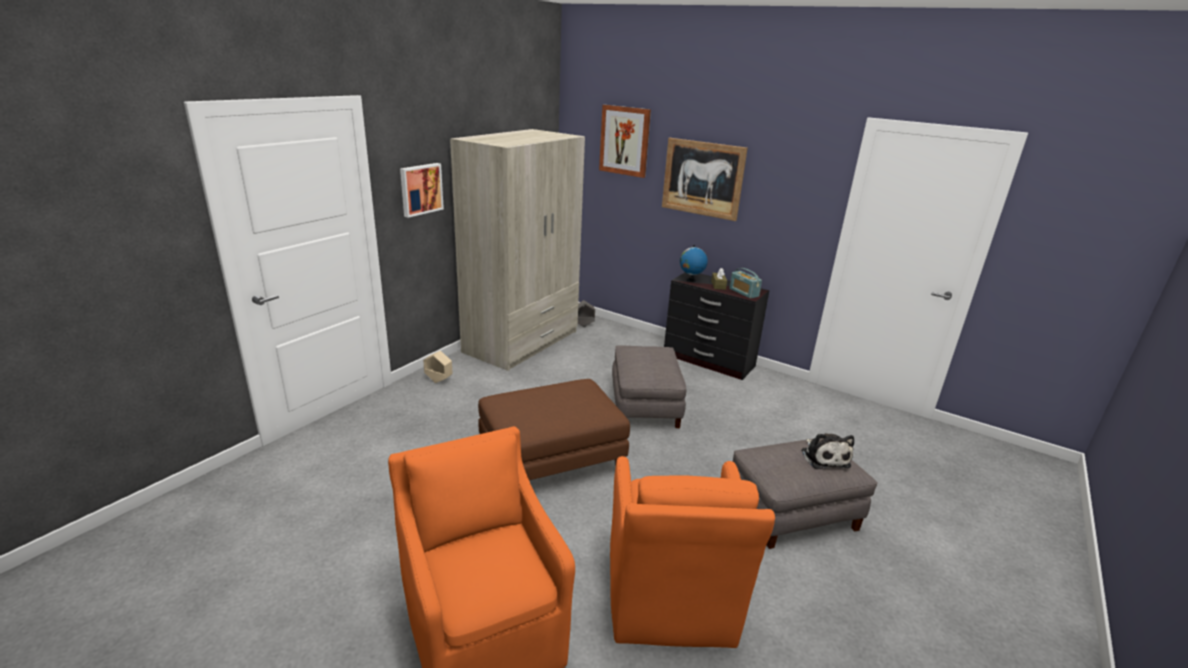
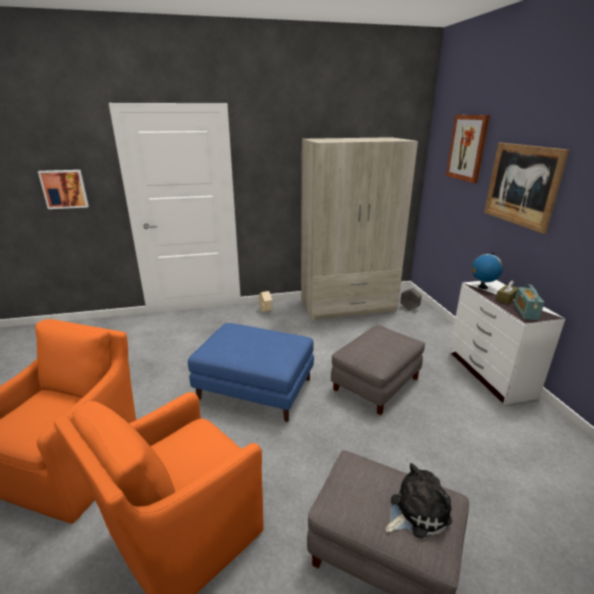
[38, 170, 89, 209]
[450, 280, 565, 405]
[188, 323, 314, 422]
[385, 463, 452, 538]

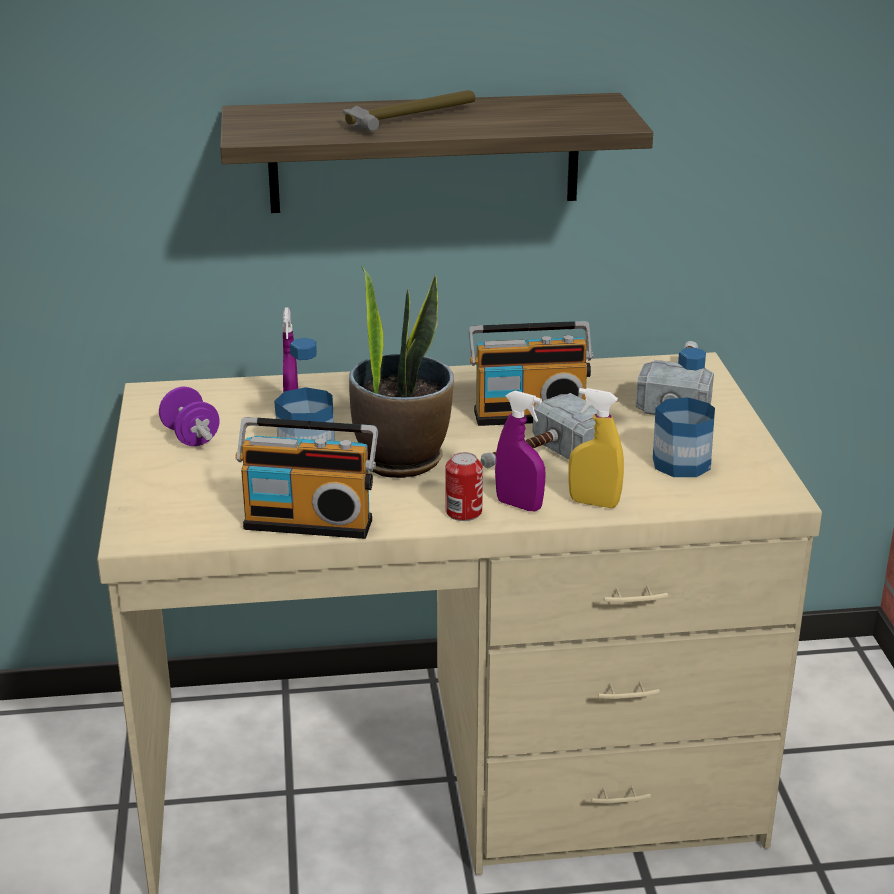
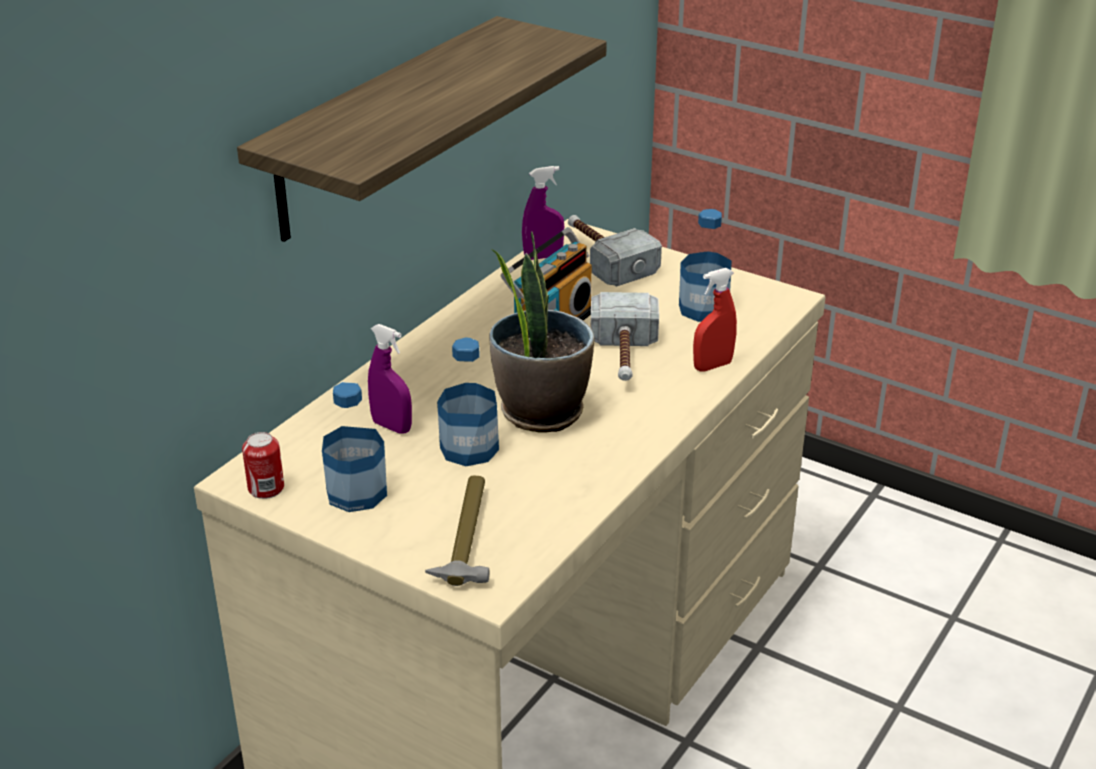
[425, 476, 489, 586]
[322, 382, 387, 512]
[693, 268, 737, 372]
[522, 166, 564, 260]
[235, 417, 378, 539] (first image)
[242, 432, 284, 499]

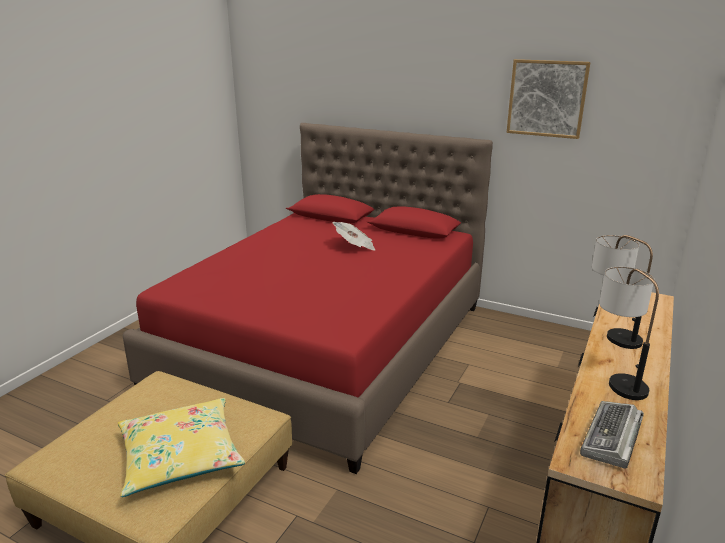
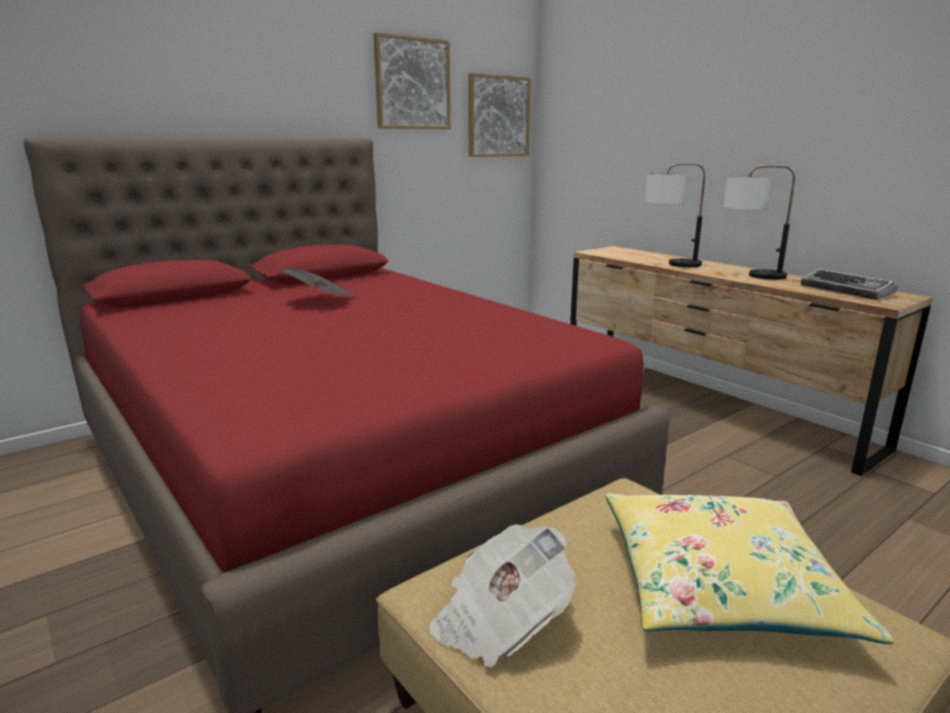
[468, 73, 531, 157]
[429, 524, 576, 667]

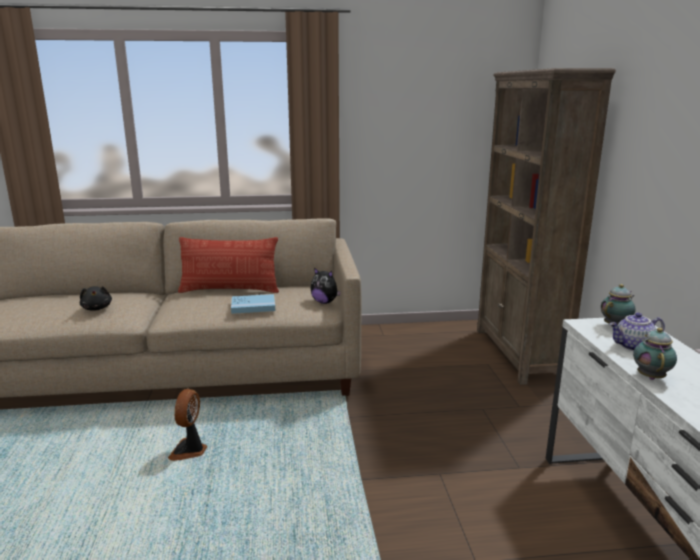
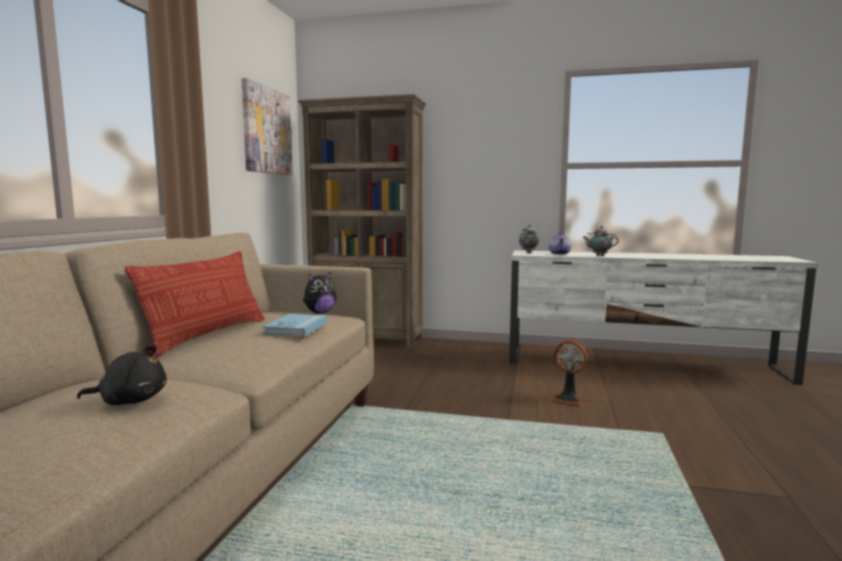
[549, 340, 588, 407]
[242, 78, 293, 175]

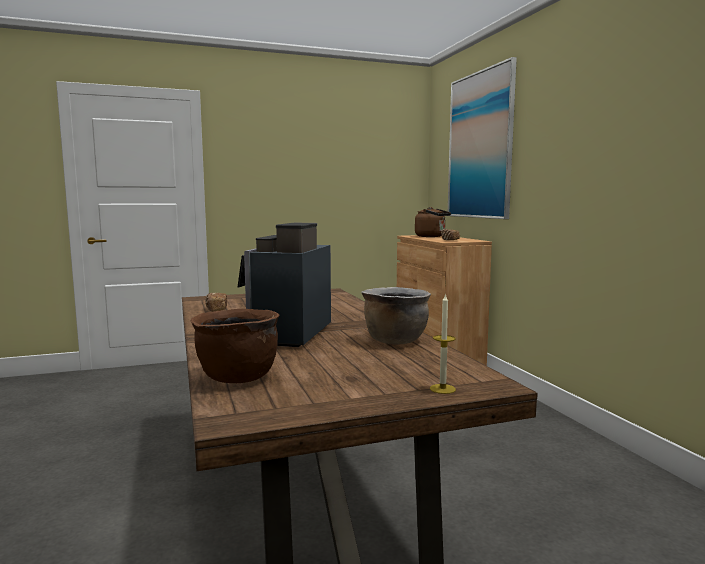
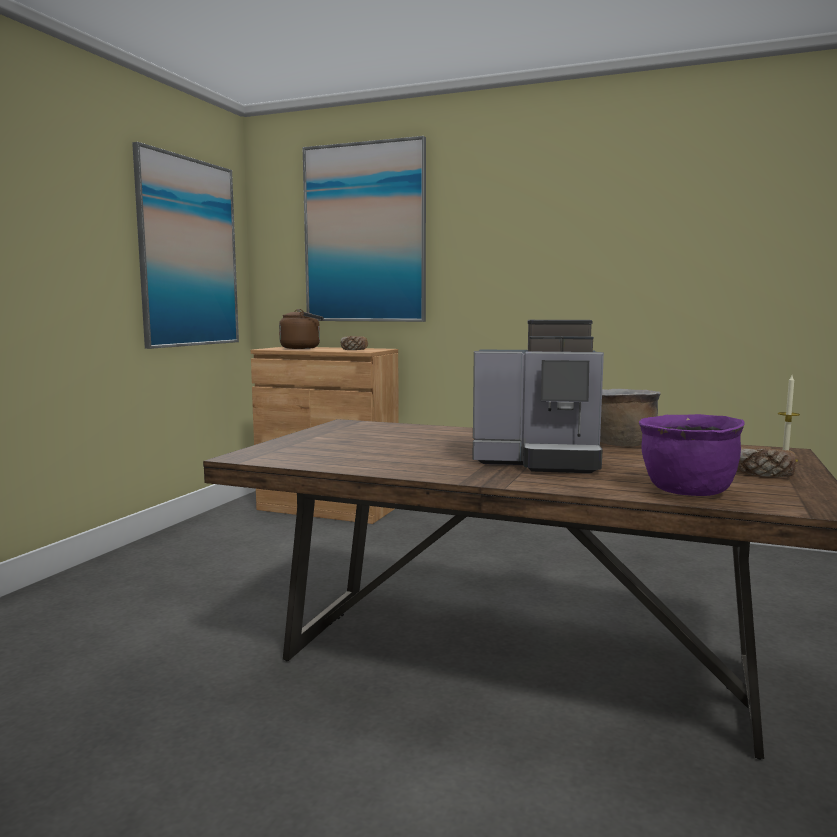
[472, 320, 604, 473]
[737, 447, 796, 477]
[639, 414, 745, 496]
[132, 142, 239, 349]

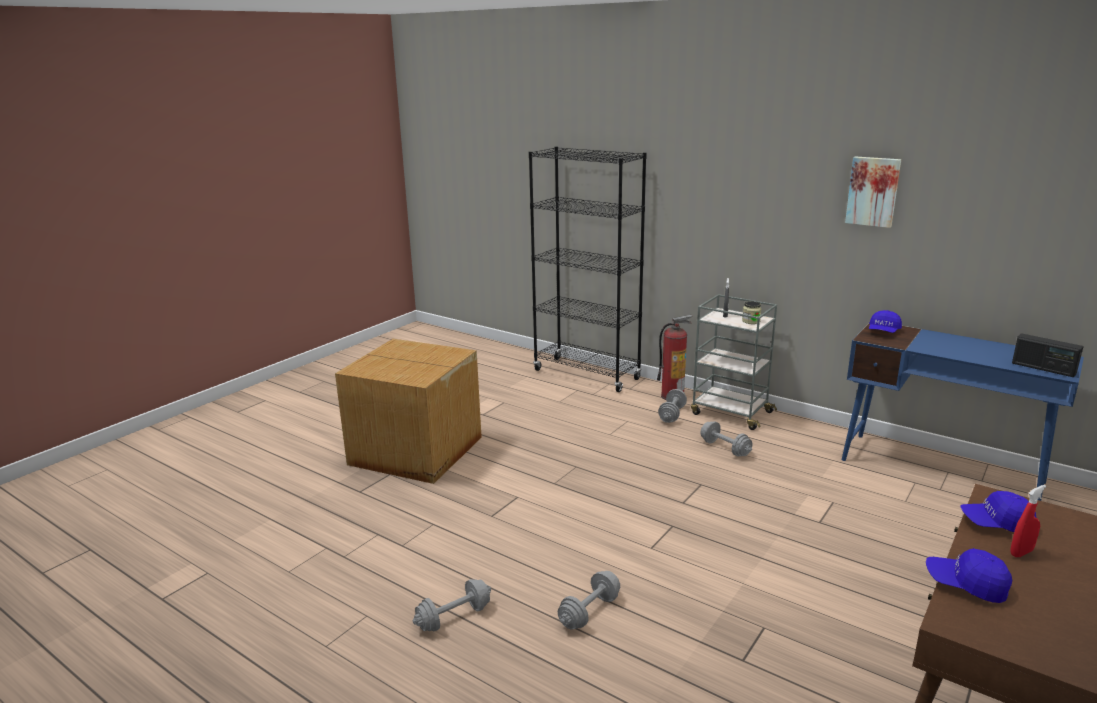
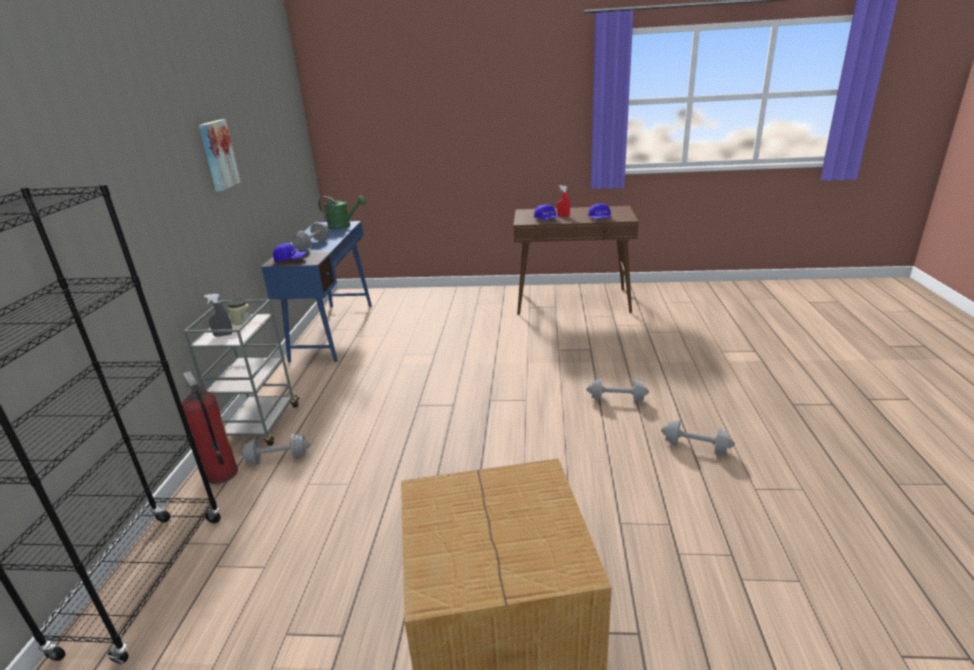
[319, 196, 366, 229]
[292, 222, 329, 250]

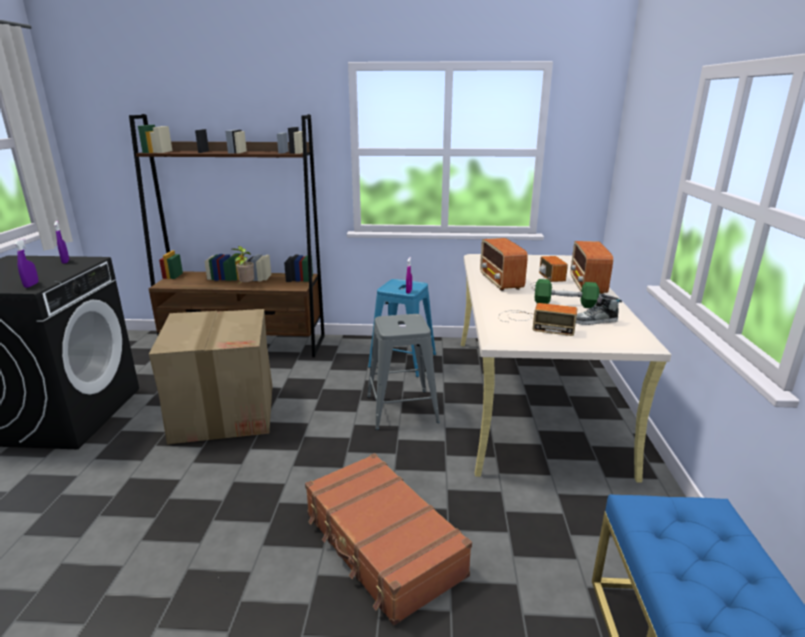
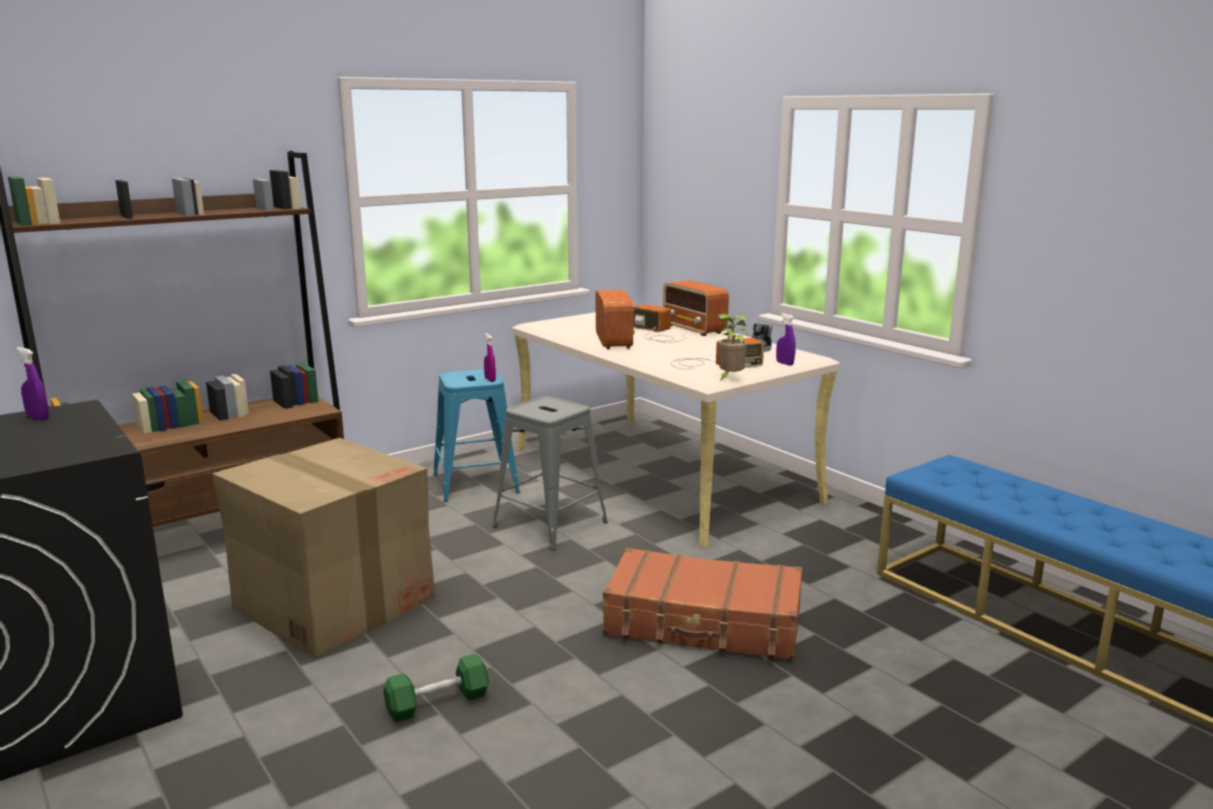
[596, 290, 635, 349]
[776, 313, 796, 366]
[717, 314, 748, 381]
[383, 654, 489, 722]

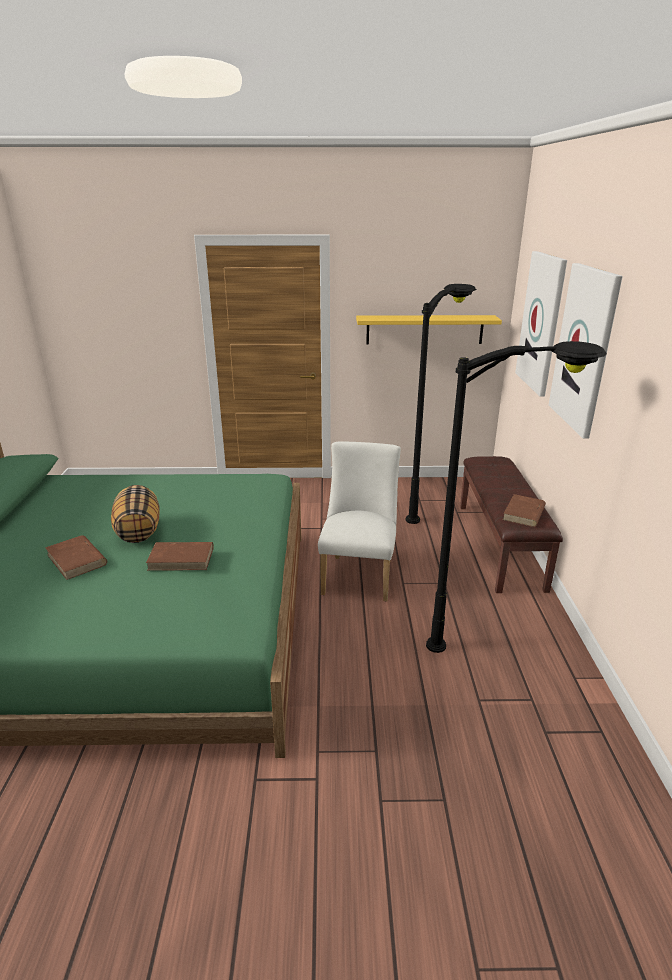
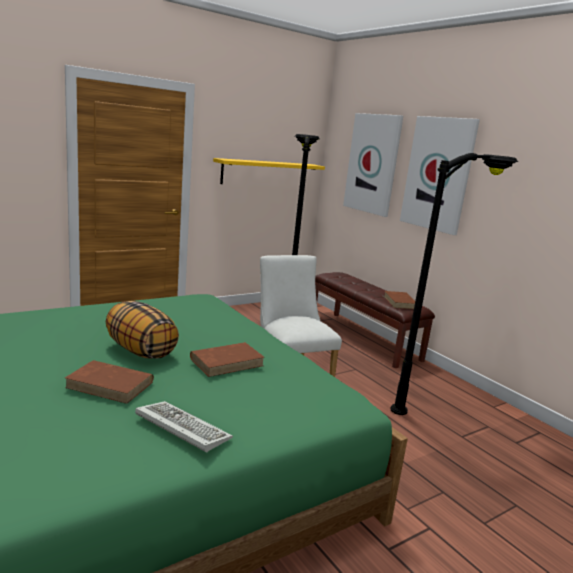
[135, 401, 233, 453]

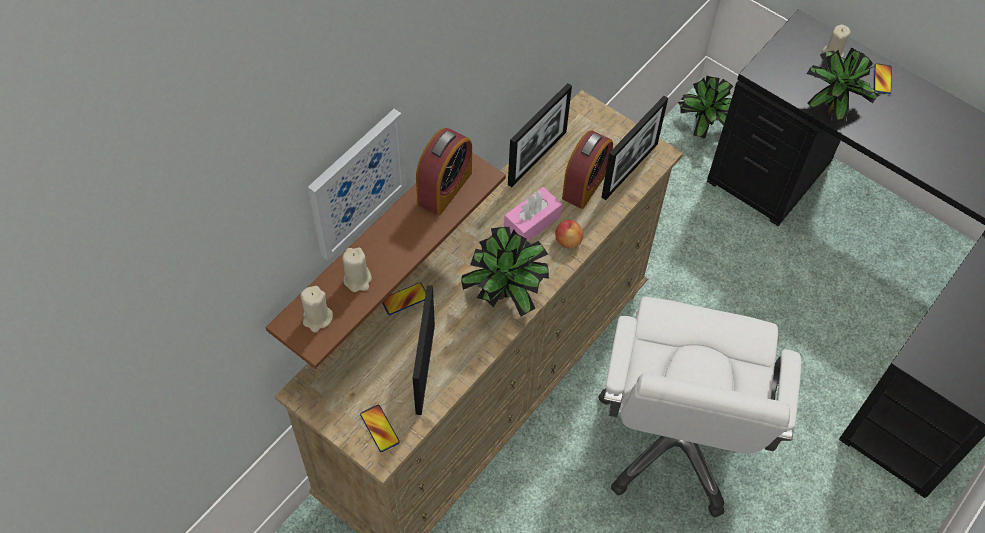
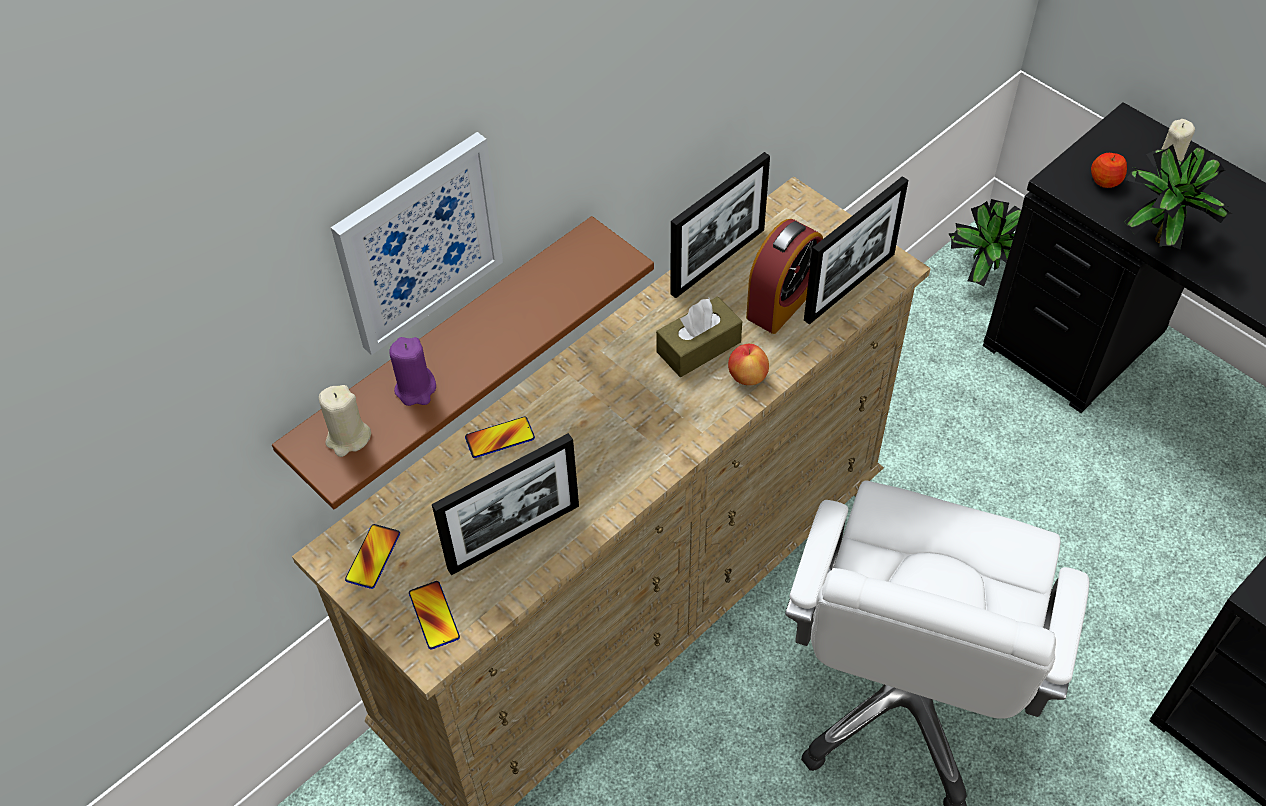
[345, 524, 400, 589]
[416, 128, 472, 216] (first image)
[656, 297, 742, 377]
[461, 227, 549, 317] (first image)
[389, 337, 436, 406]
[432, 433, 579, 575]
[1091, 153, 1127, 188]

